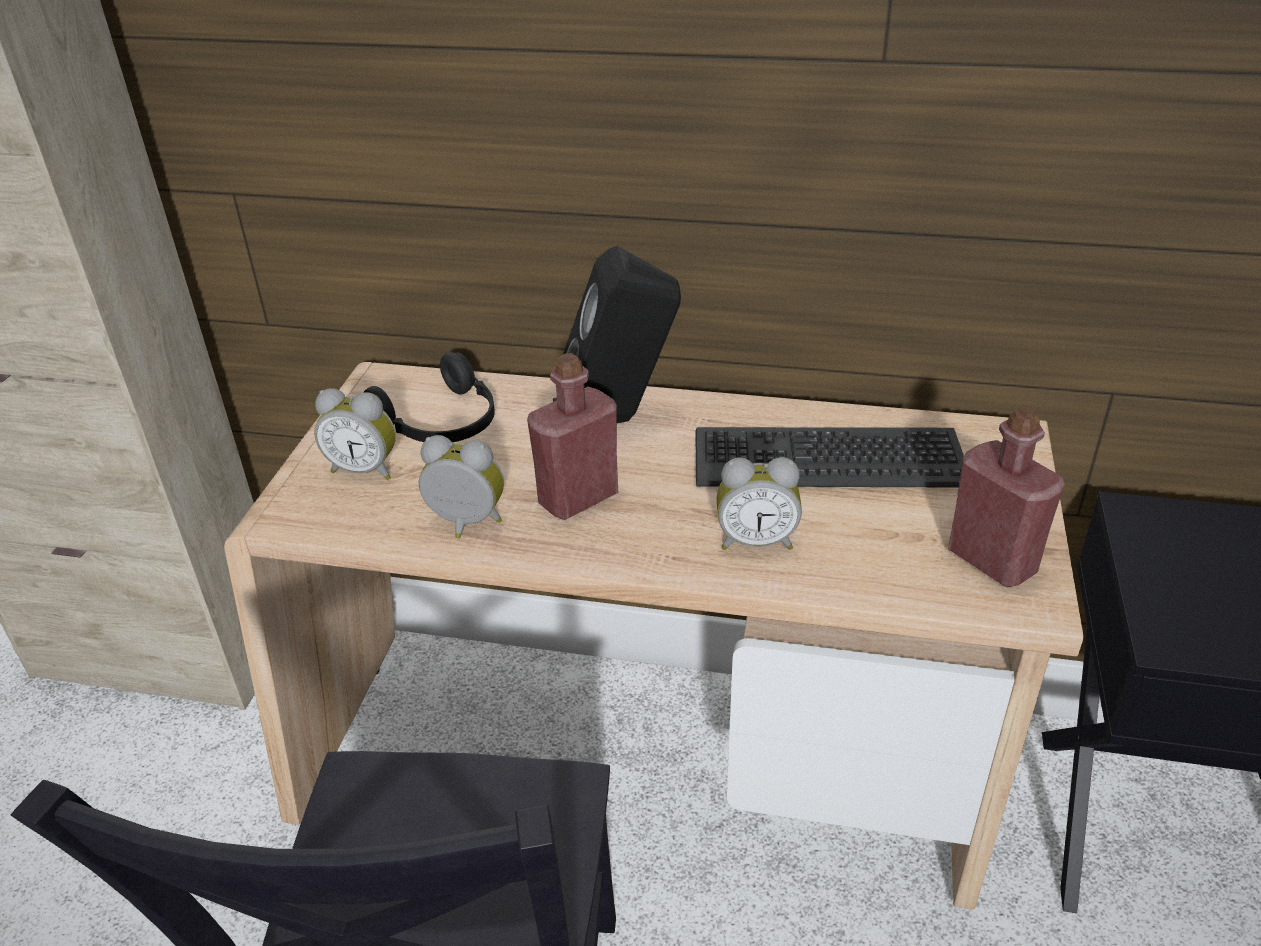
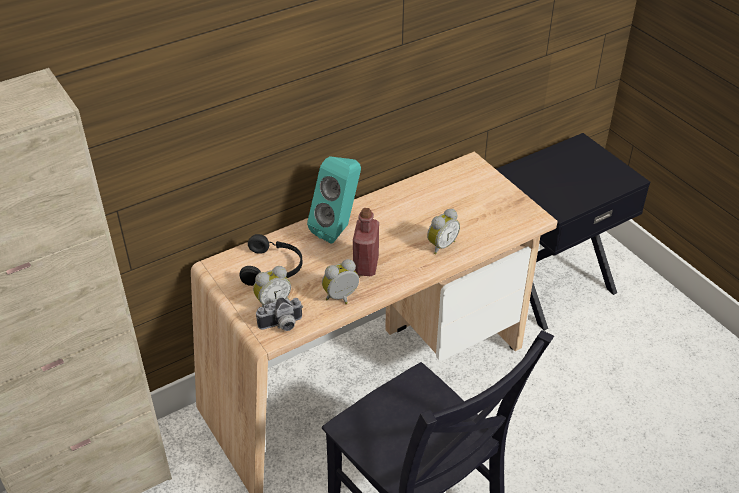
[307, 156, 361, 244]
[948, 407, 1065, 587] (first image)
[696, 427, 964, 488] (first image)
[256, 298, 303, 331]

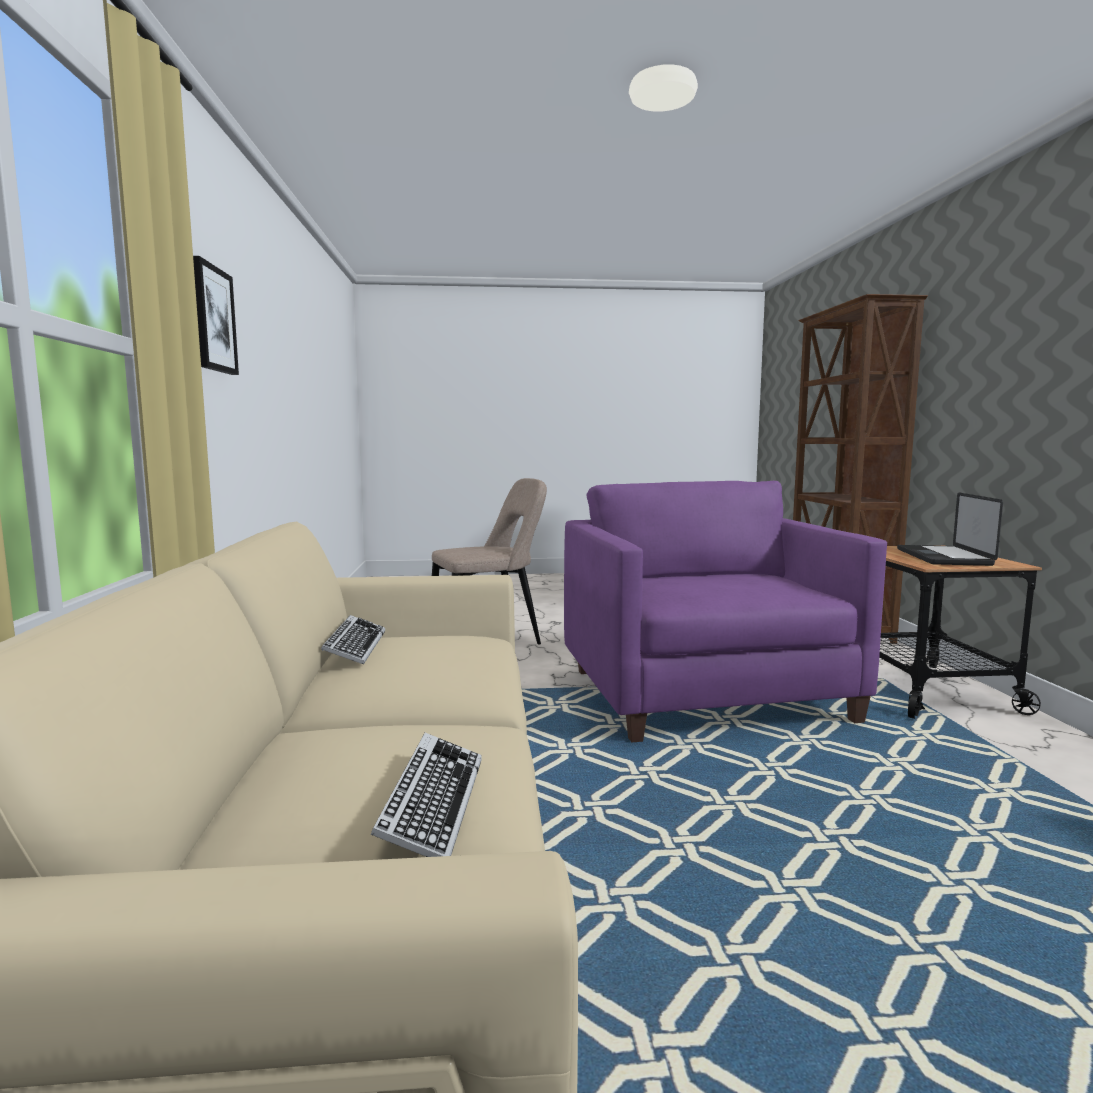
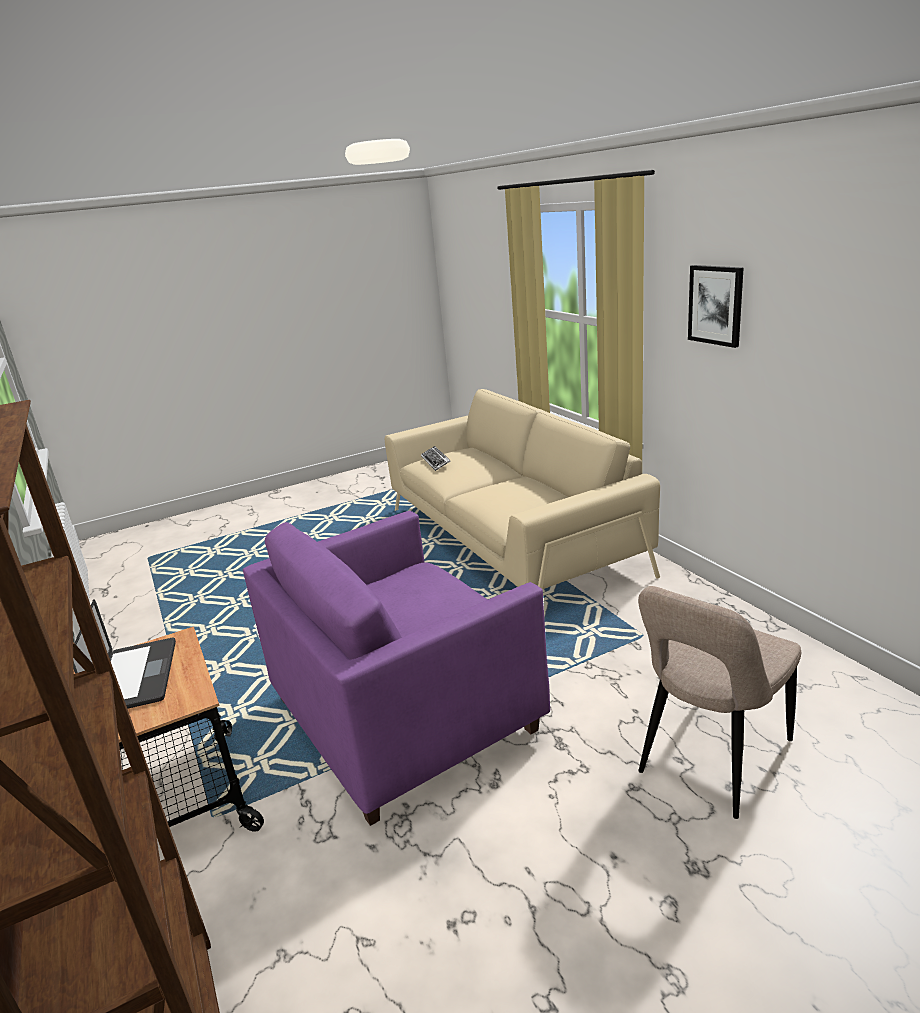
[243, 511, 550, 826]
[321, 615, 385, 664] (first image)

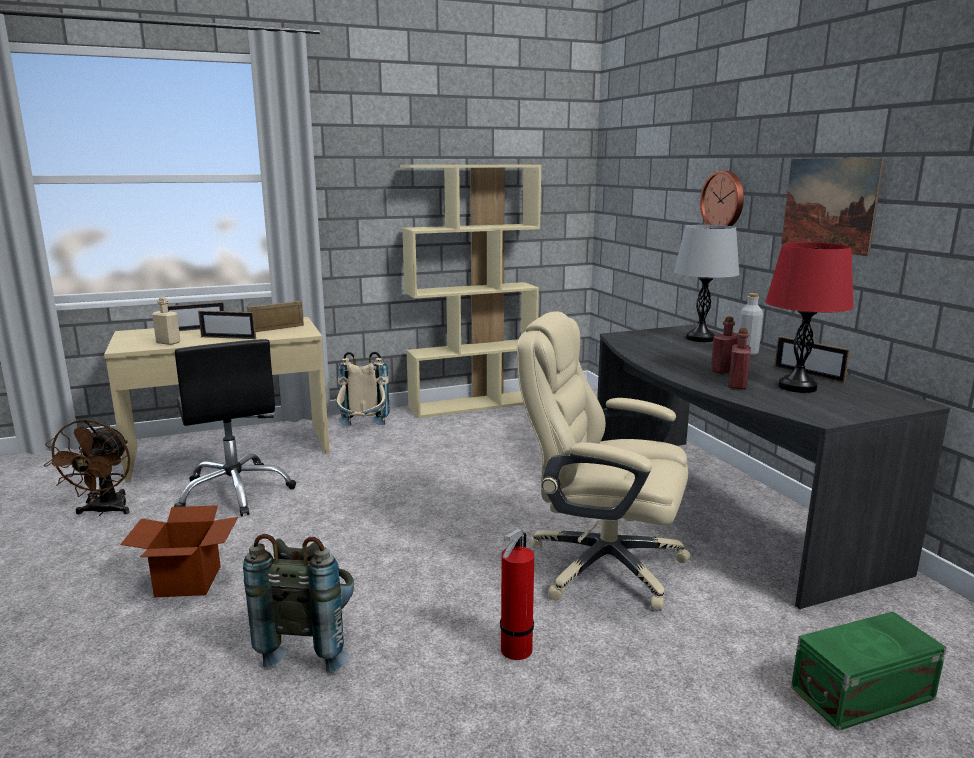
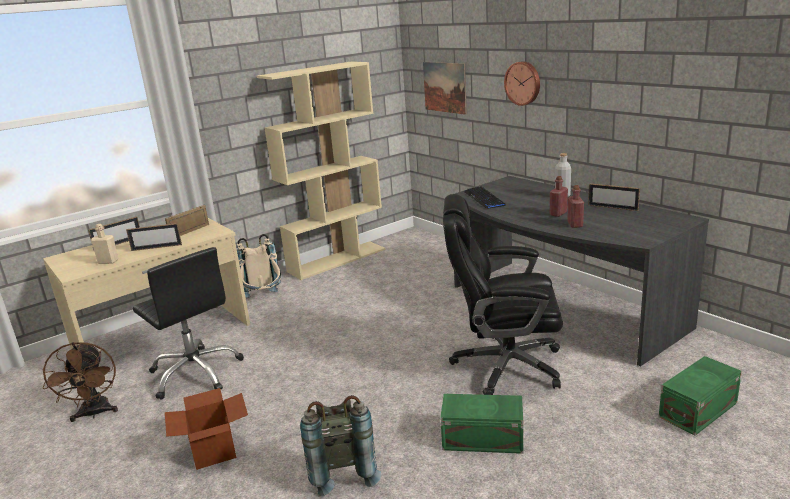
[423, 62, 467, 115]
[674, 225, 740, 342] (first image)
[765, 242, 854, 393] (first image)
[443, 194, 563, 395]
[440, 394, 523, 454]
[464, 186, 506, 209]

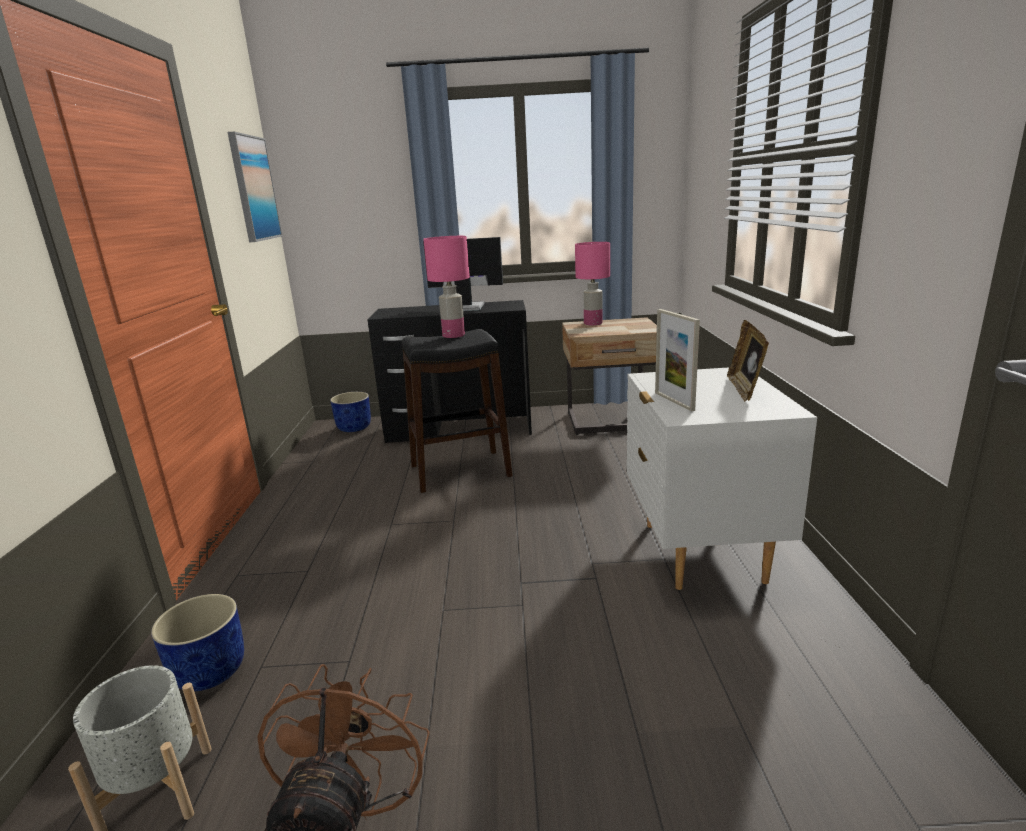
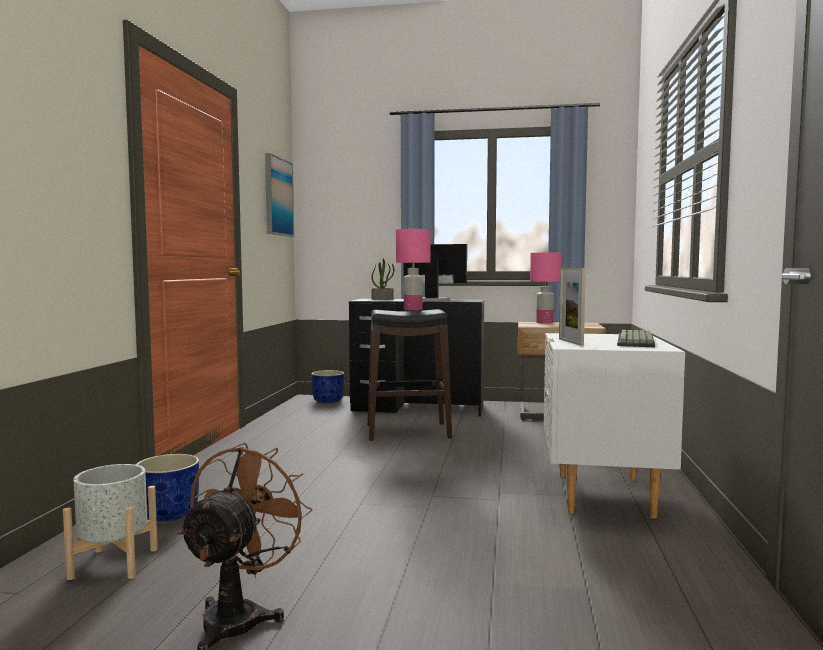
[617, 330, 655, 347]
[372, 258, 394, 300]

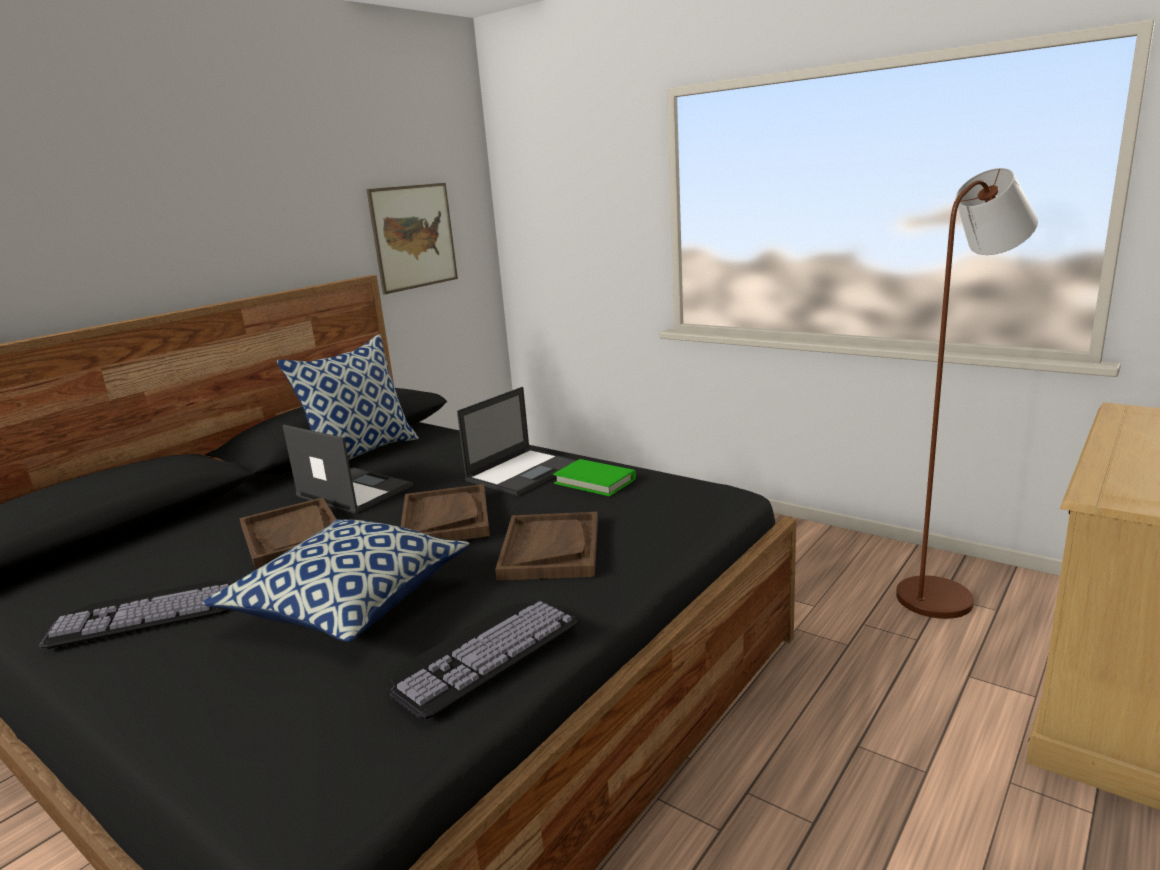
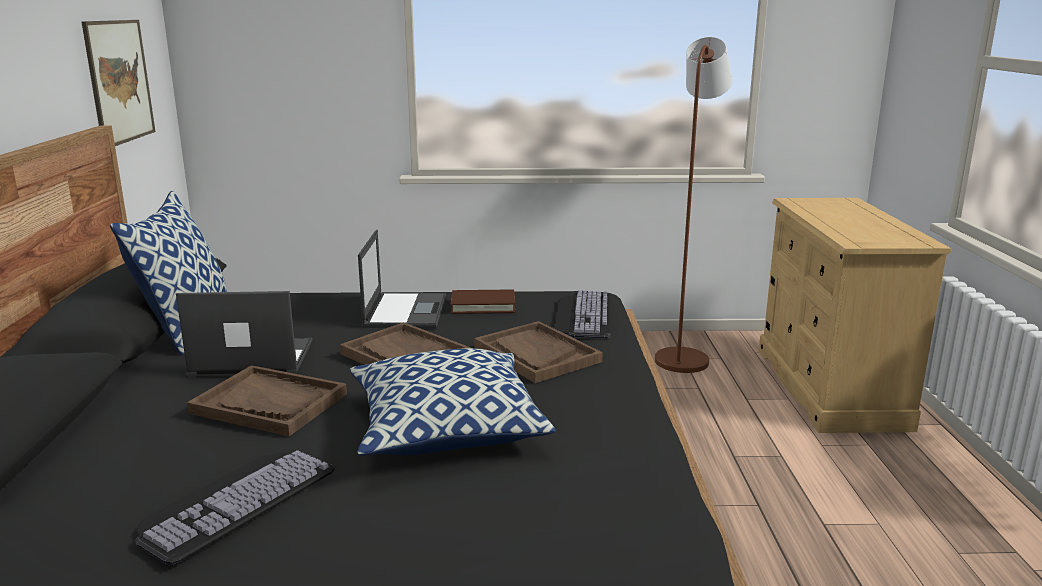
[451, 289, 515, 314]
[554, 290, 611, 338]

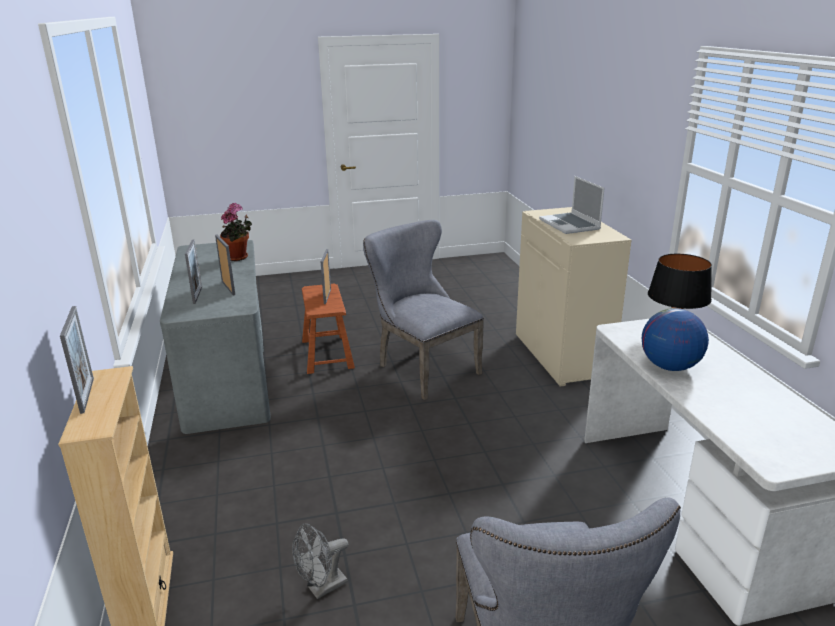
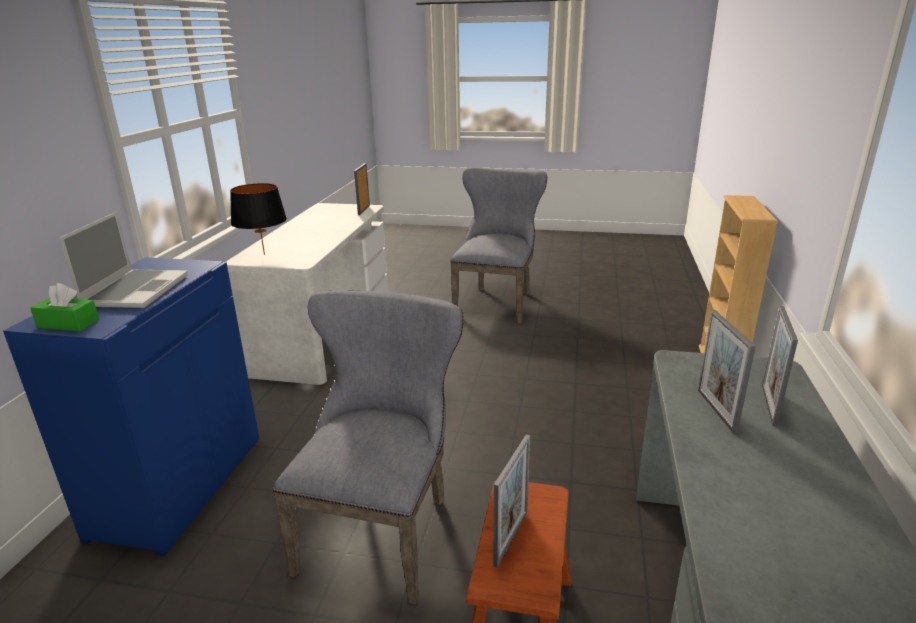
[220, 203, 252, 261] (first image)
[3, 257, 259, 556]
[273, 290, 463, 605]
[354, 163, 370, 215]
[642, 308, 709, 371] (first image)
[292, 524, 348, 599] (first image)
[30, 283, 99, 331]

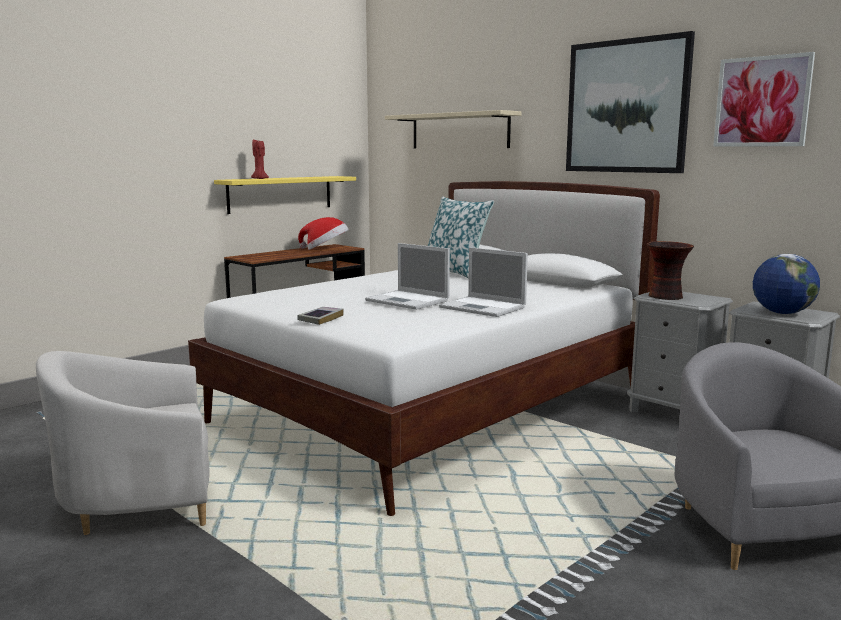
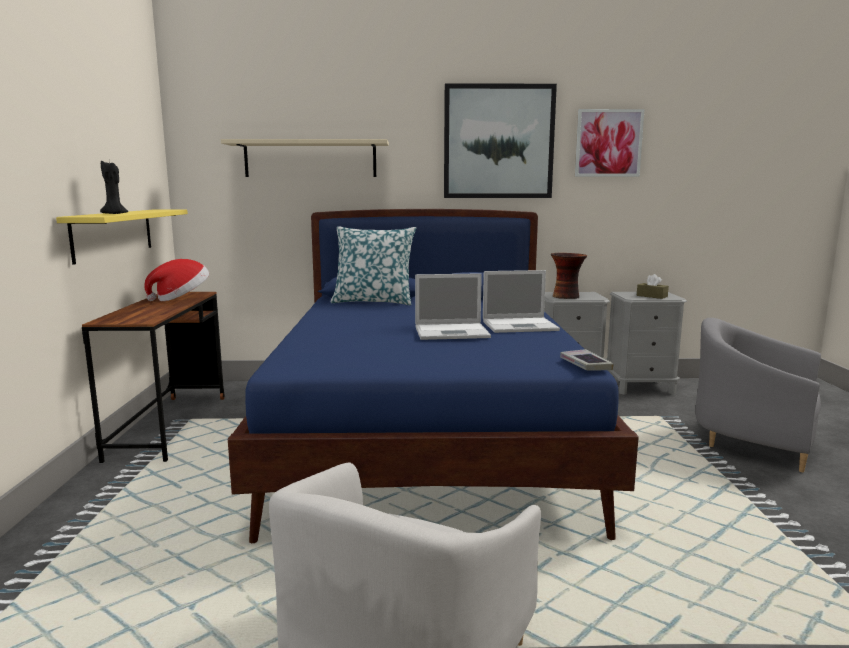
[100, 161, 128, 214]
[228, 209, 639, 543]
[637, 274, 669, 299]
[560, 349, 614, 371]

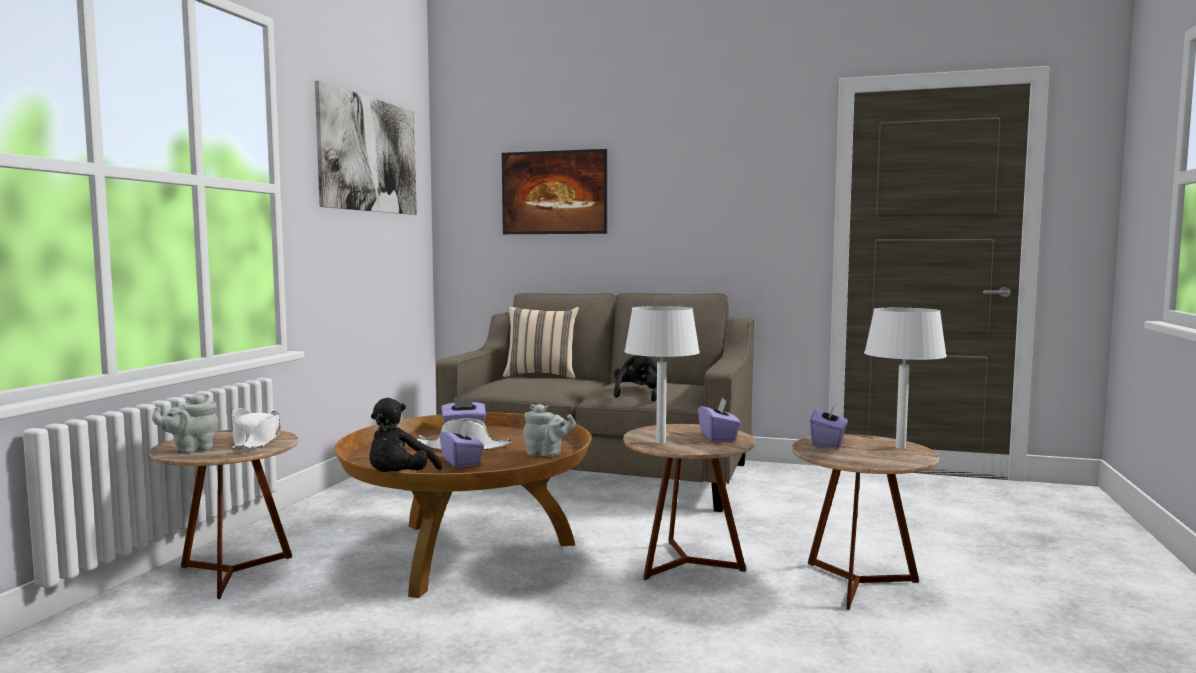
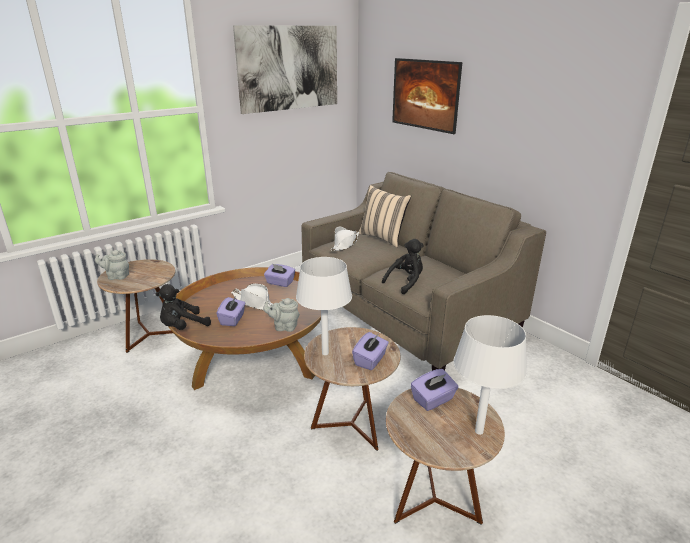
[263, 298, 300, 332]
[330, 227, 359, 251]

